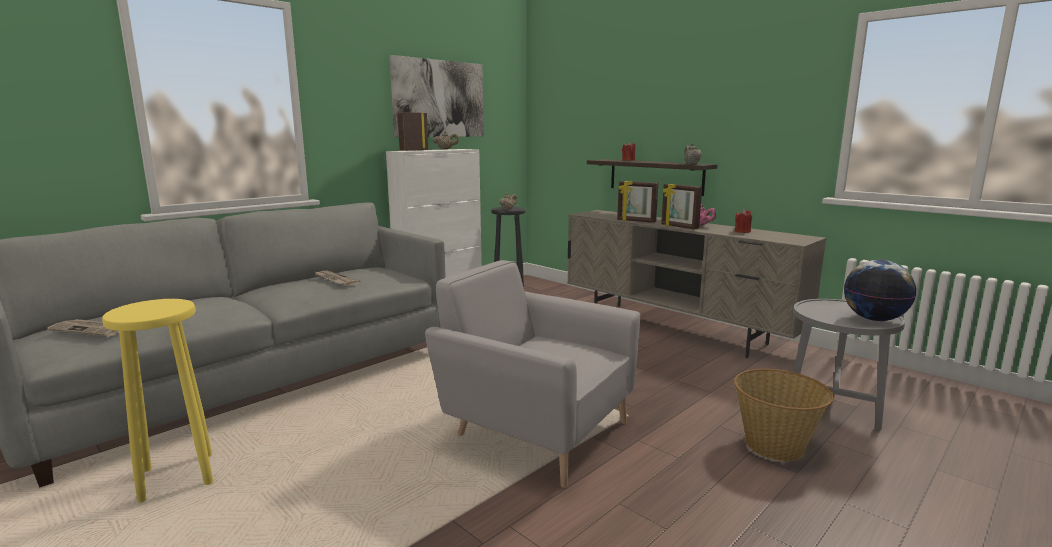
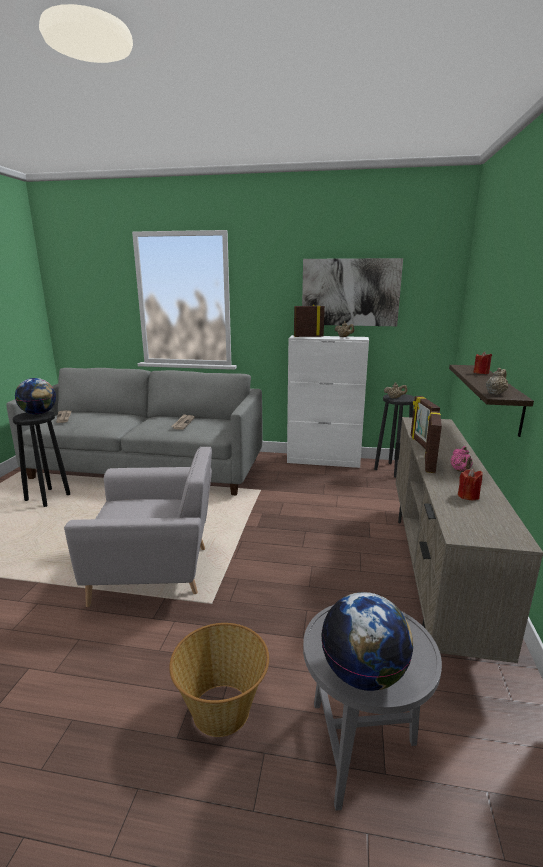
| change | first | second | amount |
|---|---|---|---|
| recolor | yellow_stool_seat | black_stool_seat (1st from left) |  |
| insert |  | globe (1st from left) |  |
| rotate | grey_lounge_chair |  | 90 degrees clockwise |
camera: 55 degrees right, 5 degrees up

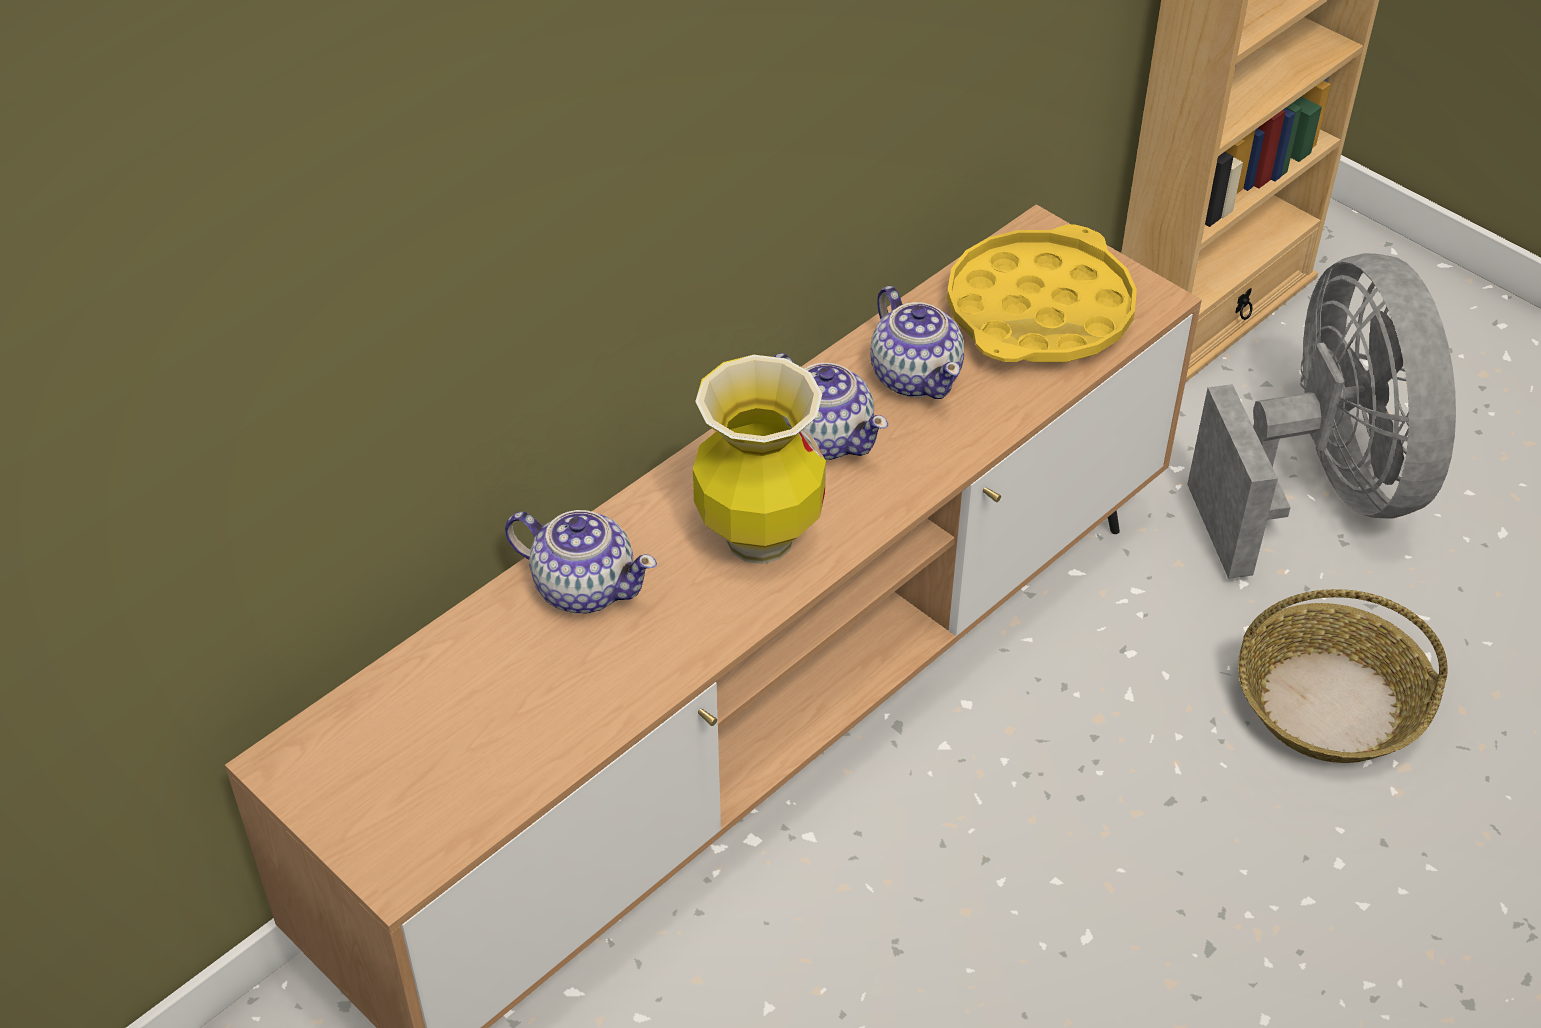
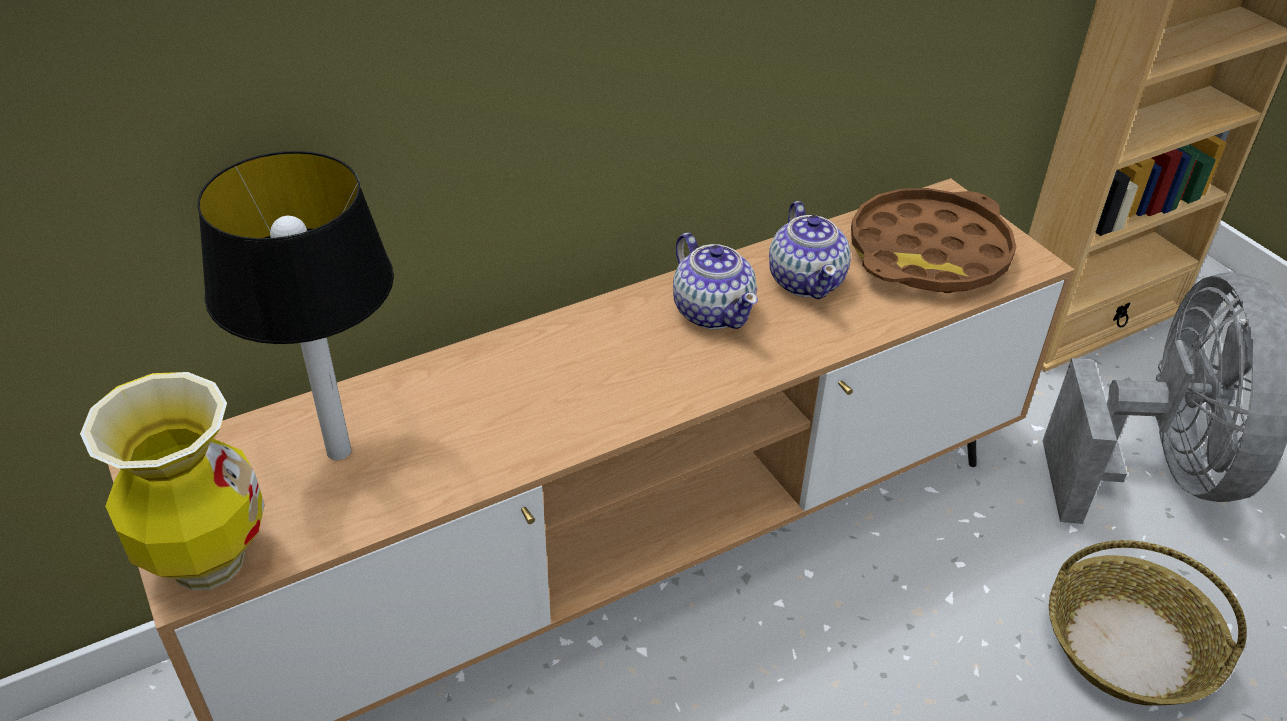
| change | first | second | amount |
|---|---|---|---|
| move | vase |  |  |
| insert |  | lamp_for_a_table |  |
| recolor | yellow_serving_tray | brown-coloured_serving_tray |  |
| delete | tea_pot (1st from left) |  |  |
camera: 15 degrees right, 5 degrees down

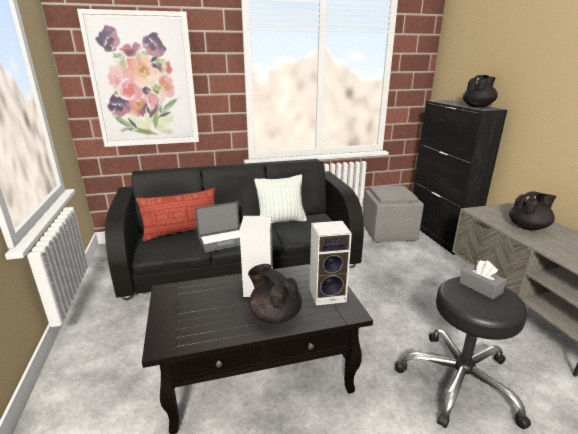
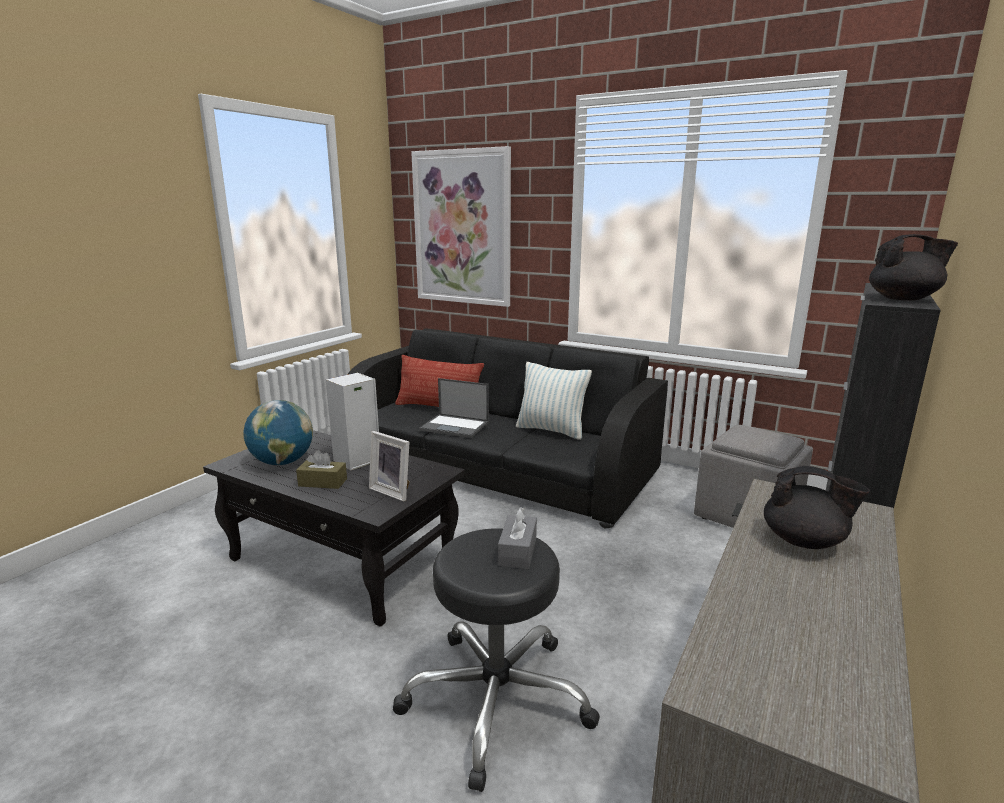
| change | first | second | amount |
|---|---|---|---|
| insert |  | globe |  |
| replace | black_tea_pot (1st from left) | brown-coloured_tissue_holder |  |
| replace | audio_speaker (2nd from left) | photo_frame |  |
camera: 45 degrees right, 5 degrees down

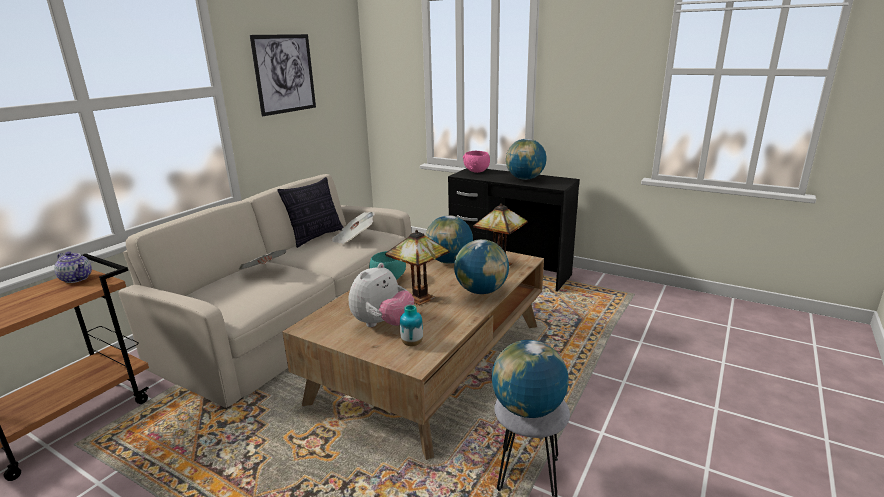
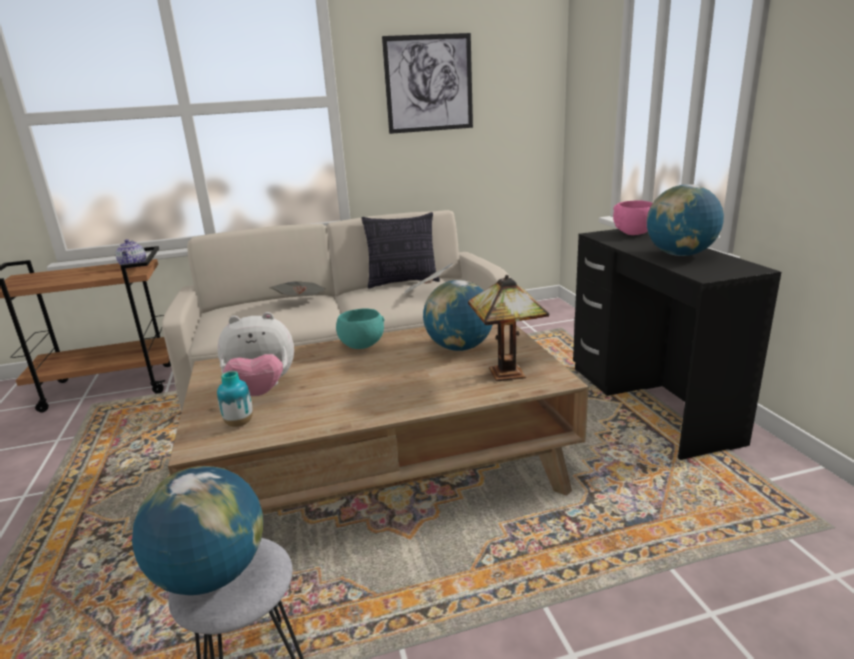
| change | first | second | amount |
|---|---|---|---|
| delete | lamp_for_a_table (1st from left) |  |  |
| delete | globe (2nd from left) |  |  |
camera: 45 degrees right, 0 degrees up

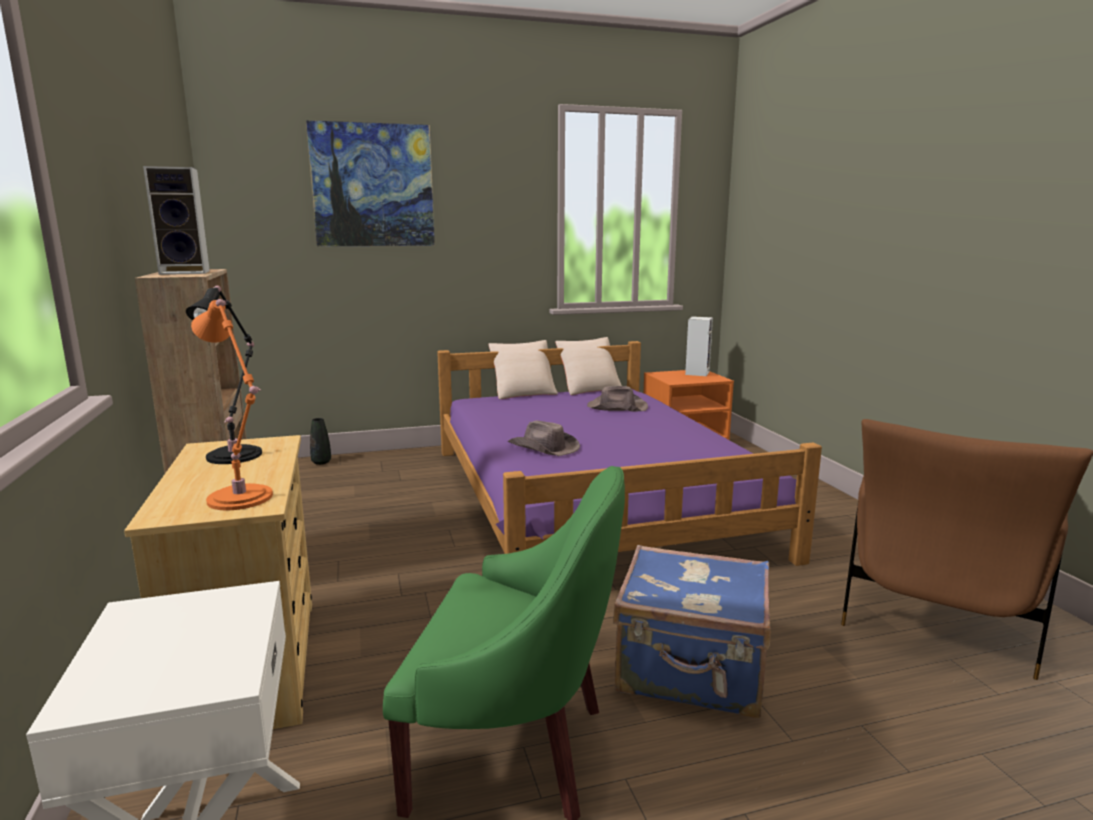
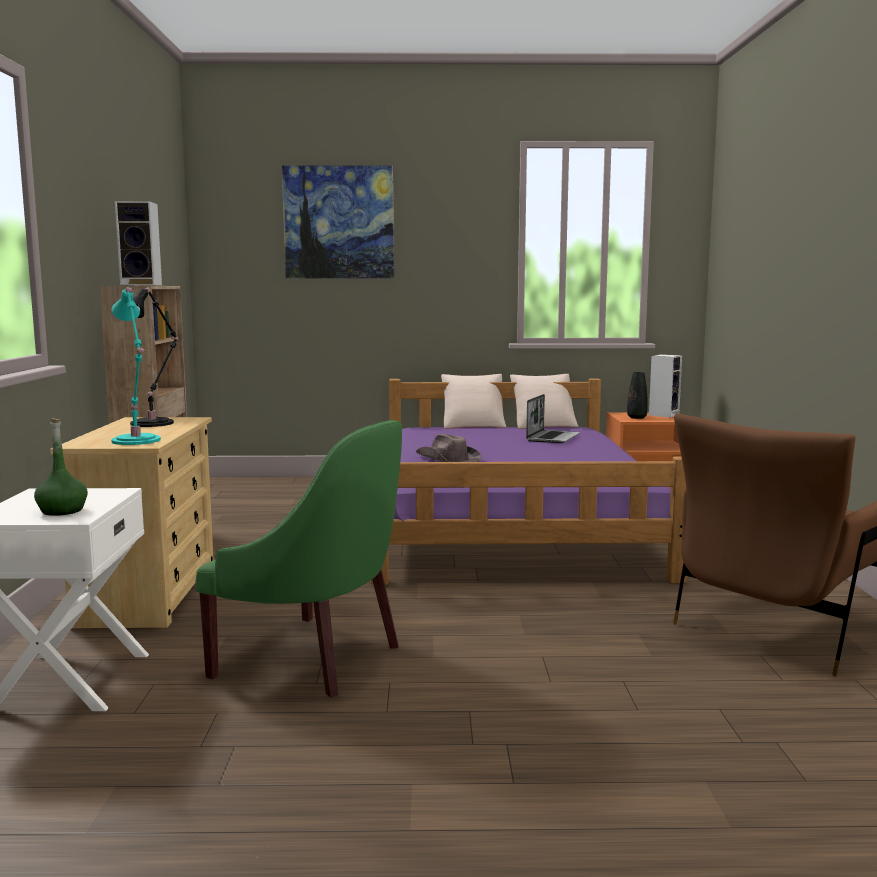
| change | first | second | amount |
|---|---|---|---|
| insert |  | green_drink_bottle |  |
| recolor | orangey_lamp_for_a_table | turquoise_lamp_for_a_table |  |
| replace | brown-coloured_clothing_hat (2nd from left) | portable_computer |  |
| move | black_vase |  |  |
| delete | blue_travel_case |  |  |
camera: 15 degrees right, 5 degrees down

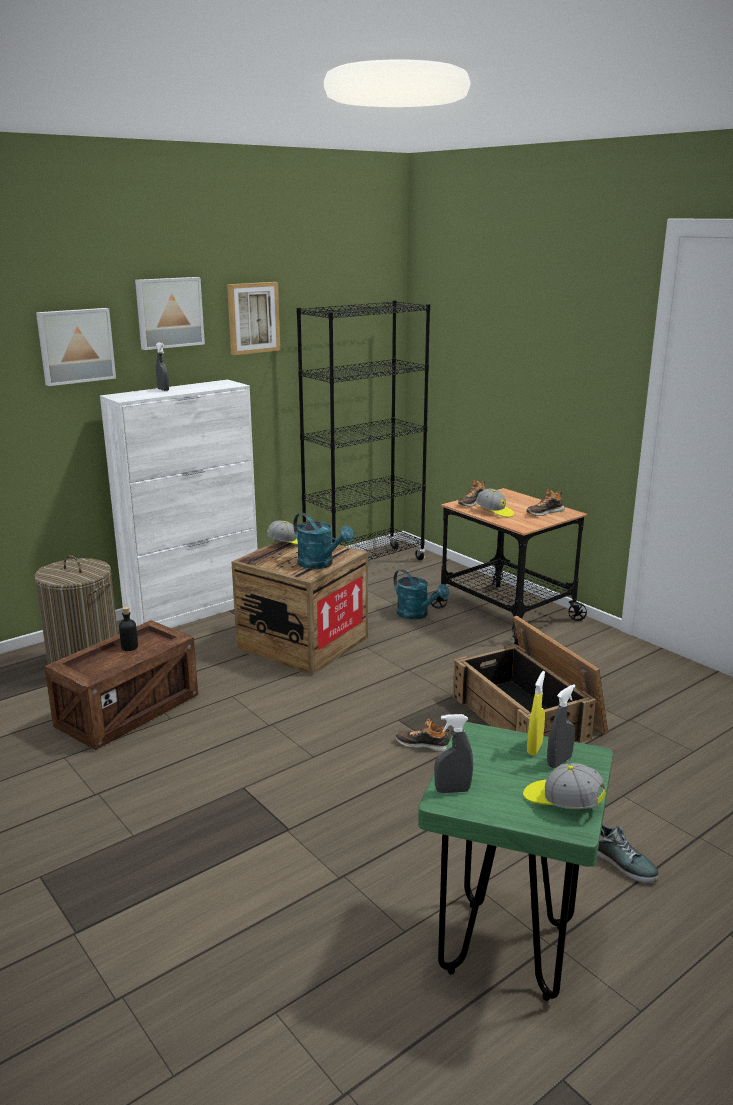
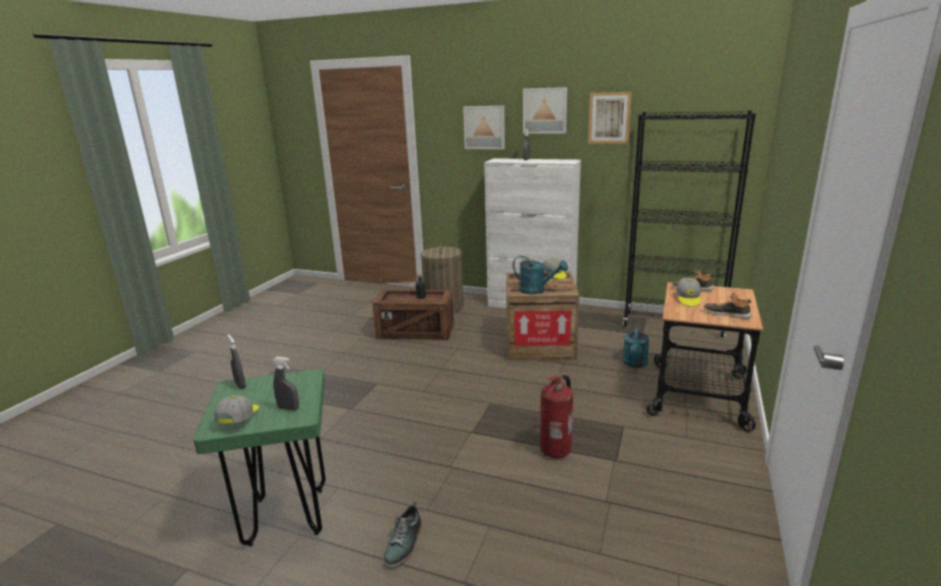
| change | first | second | amount |
|---|---|---|---|
| rotate | turquoise_sprinkling_can (1st from left) |  | 75 degrees counterclockwise |
| replace | packing_crate (3rd from left) | fire_extinguisher |  |
| delete | shoe (1st from left) |  |  |
| delete | yellow_sprayer |  |  |
camera: 60 degrees right, 0 degrees up

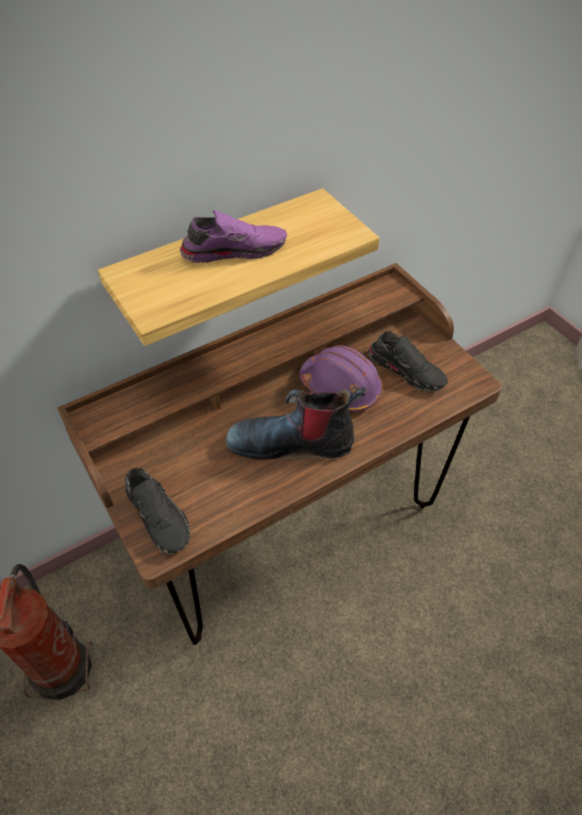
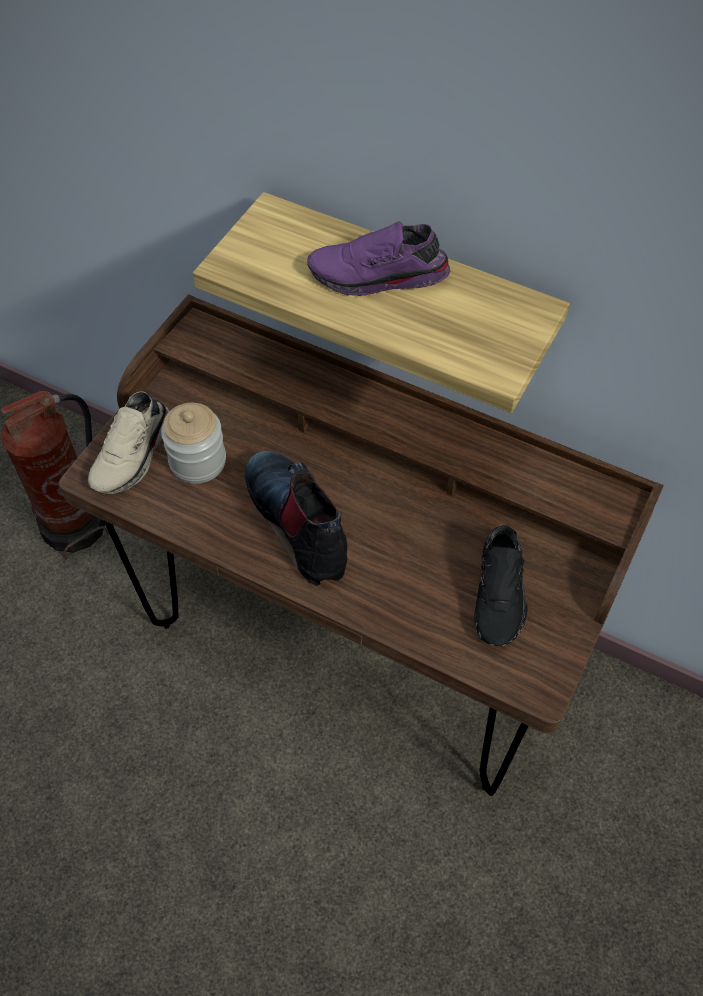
| change | first | second | amount |
|---|---|---|---|
| recolor | black_shoe (1st from left) | beige_shoe |  |
| insert |  | preserve_jar |  |
| rotate | purple-coloured_shoe |  | 135 degrees clockwise |
| delete | purple-coloured_hard_hat |  |  |
camera: 60 degrees right, 5 degrees up

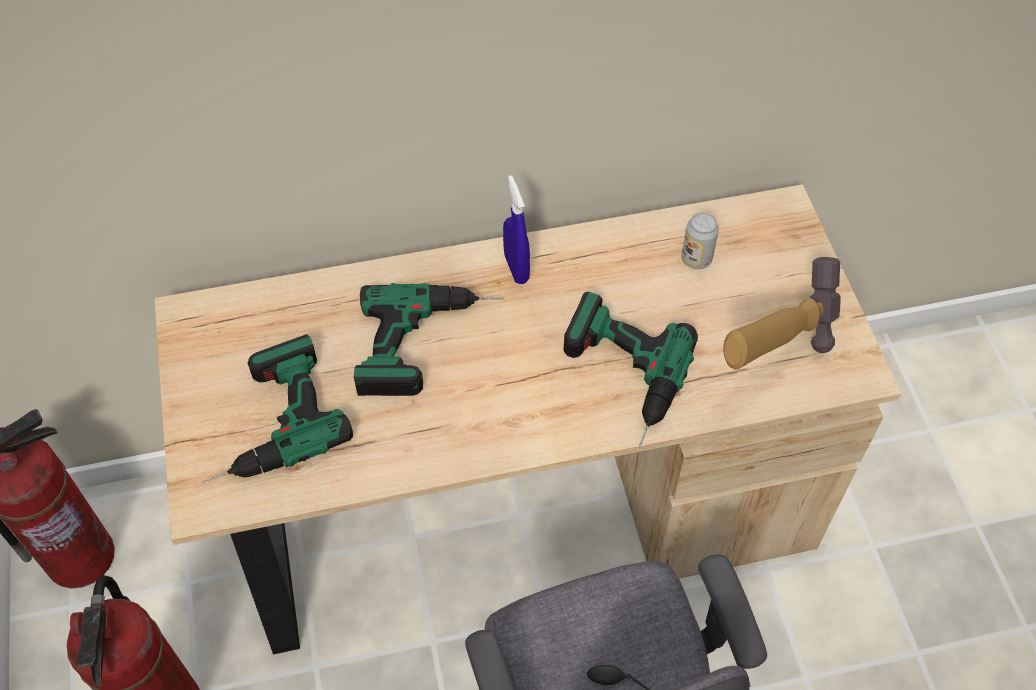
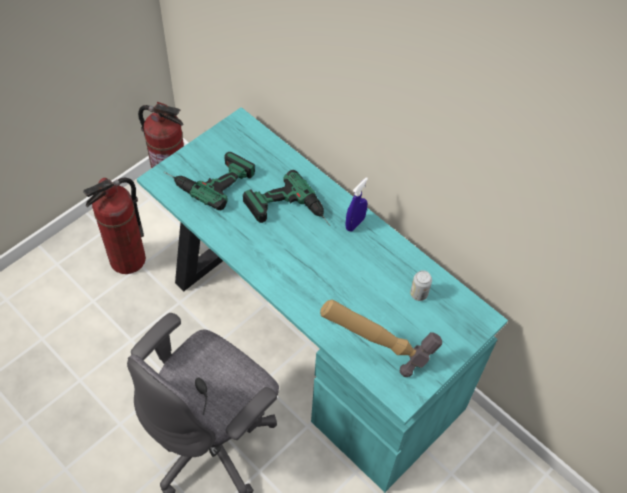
| change | first | second | amount |
|---|---|---|---|
| recolor | beige_desk_unit | turquoise_desk_unit |  |
| delete | drill (3rd from left) |  |  |
camera: 55 degrees right, 0 degrees up

